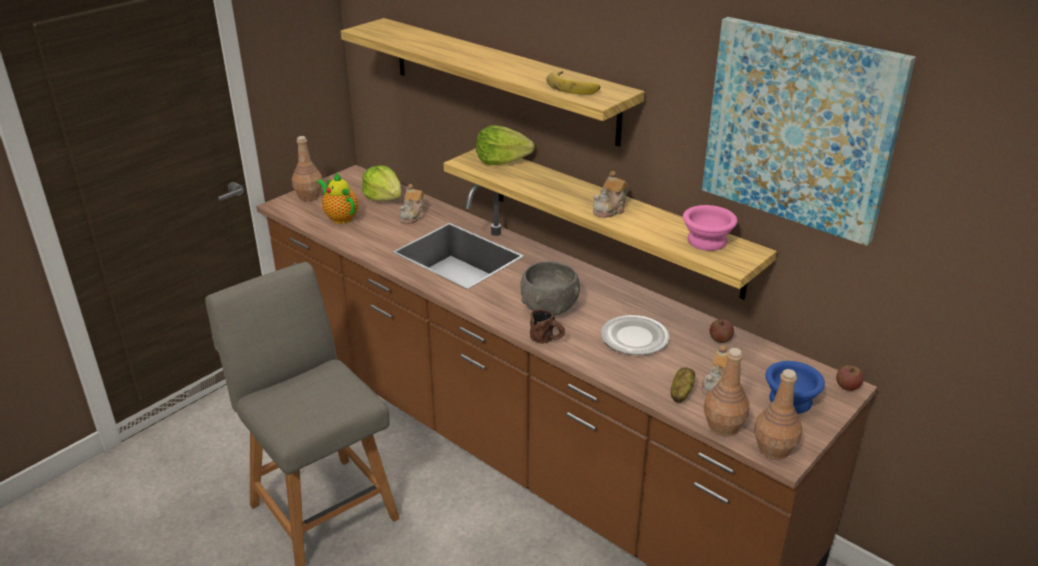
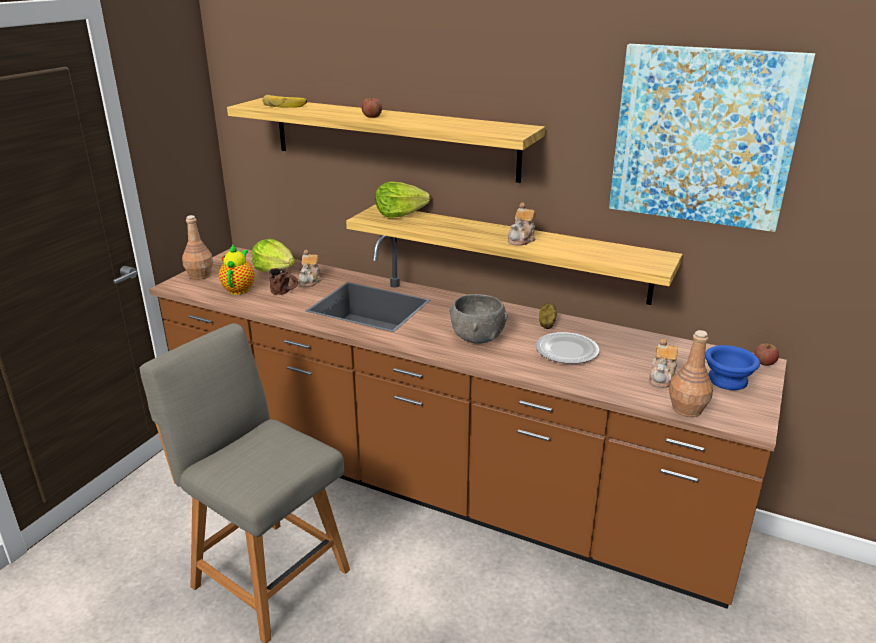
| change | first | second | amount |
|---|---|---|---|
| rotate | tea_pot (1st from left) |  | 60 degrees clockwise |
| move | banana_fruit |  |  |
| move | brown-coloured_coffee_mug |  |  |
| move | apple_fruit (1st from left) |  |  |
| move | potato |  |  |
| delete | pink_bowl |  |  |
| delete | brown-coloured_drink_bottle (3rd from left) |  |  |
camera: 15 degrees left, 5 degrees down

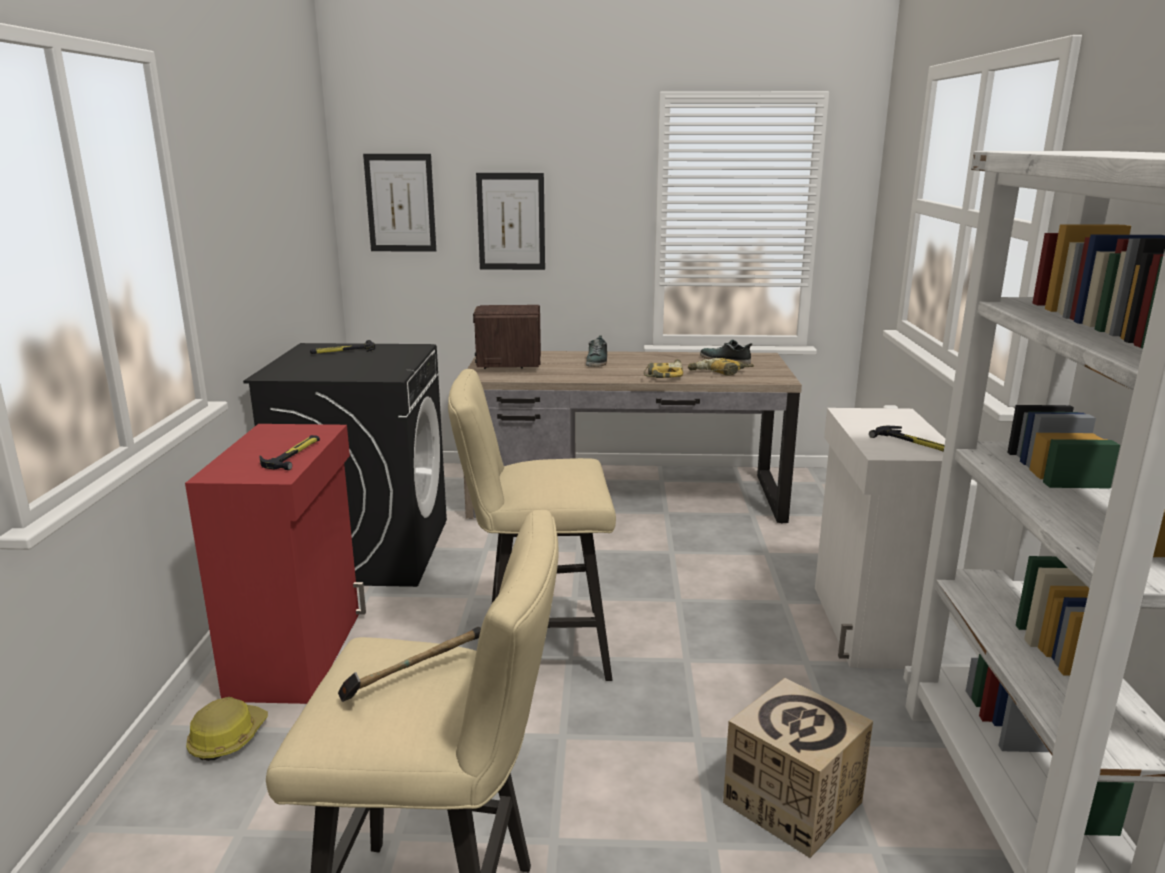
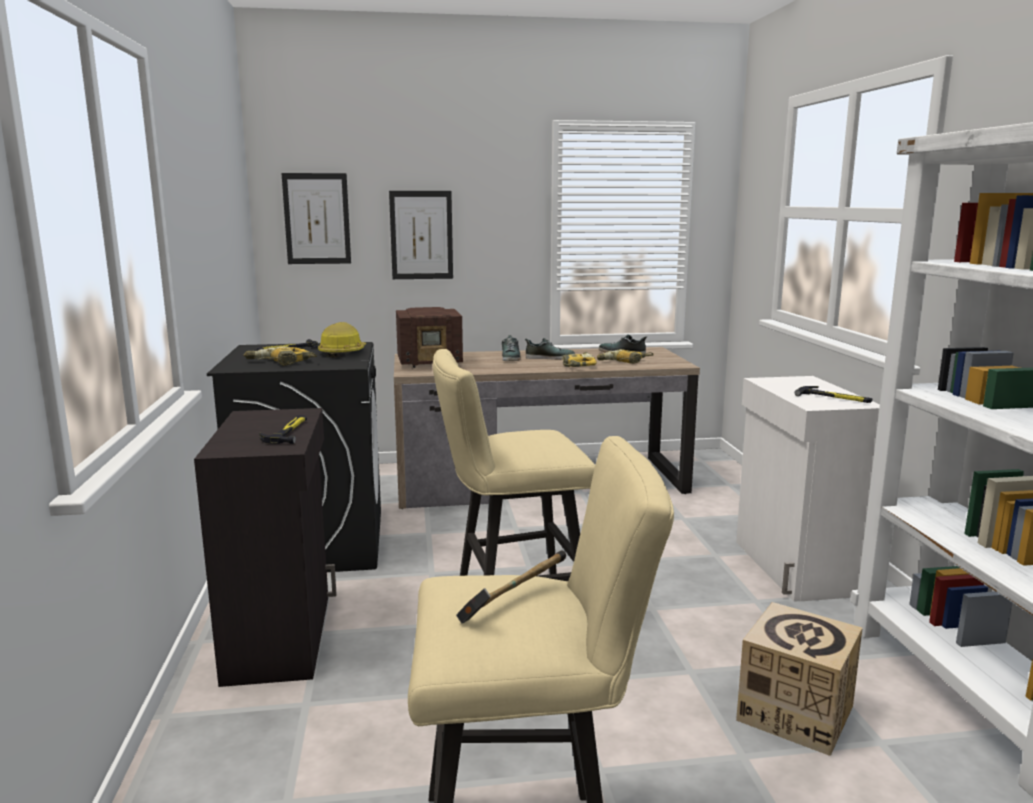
| change | first | second | amount |
|---|---|---|---|
| recolor | reddish_cupboard | black_cupboard |  |
| insert |  | drill (1st from left) |  |
| move | hard_hat |  |  |
| rotate | radio_set |  | 90 degrees counterclockwise |
| insert |  | shoe (2nd from left) |  |
camera: 10 degrees left, 5 degrees down

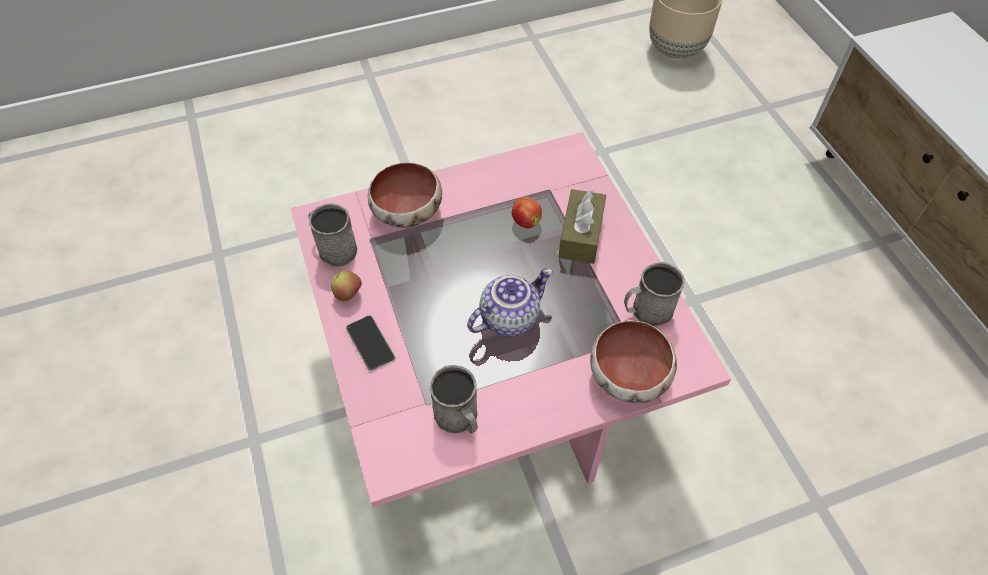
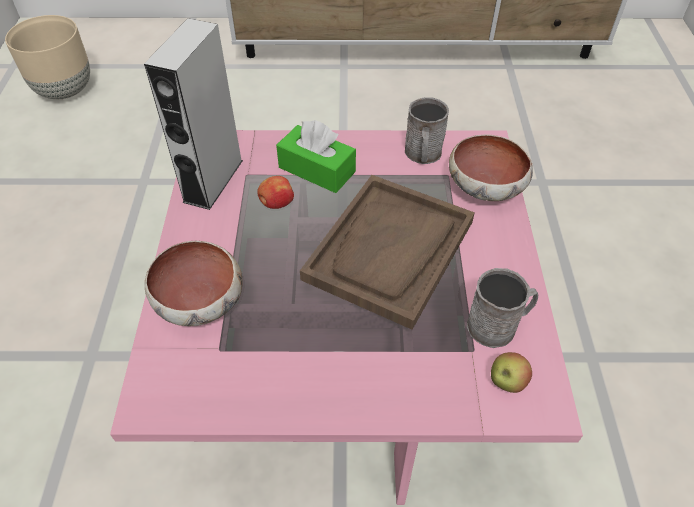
| change | first | second | amount |
|---|---|---|---|
| insert |  | grey_audio_speaker |  |
| recolor | brown-coloured_tissue_holder | green_tissue_holder |  |
| replace | tea_pot | brown-coloured_serving_tray |  |
| move | apple_fruit (1st from left in the first image) | apple_fruit (2nd from left) |  |
| delete | grey_coffee_mug (1st from left) |  |  |
| delete | telephone |  |  |
camera: 70 degrees left, 5 degrees down

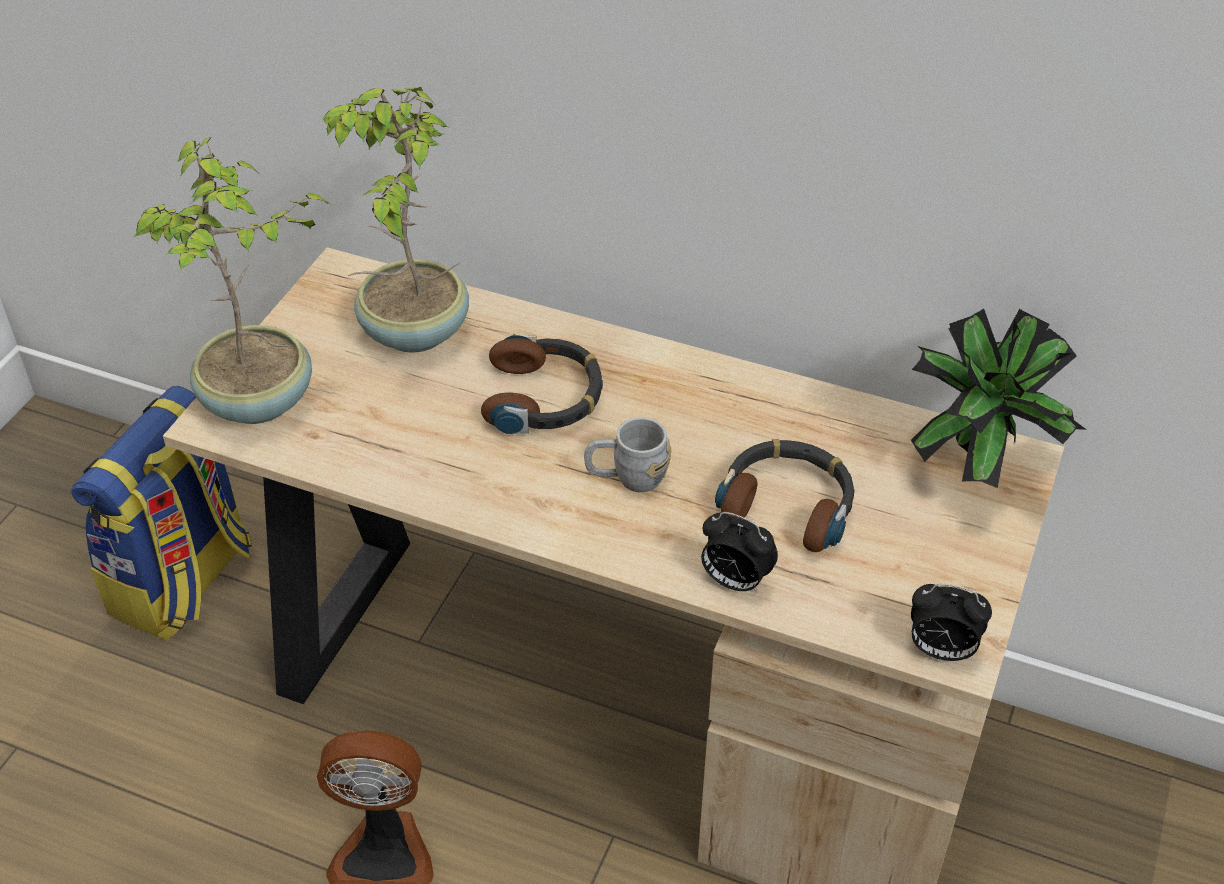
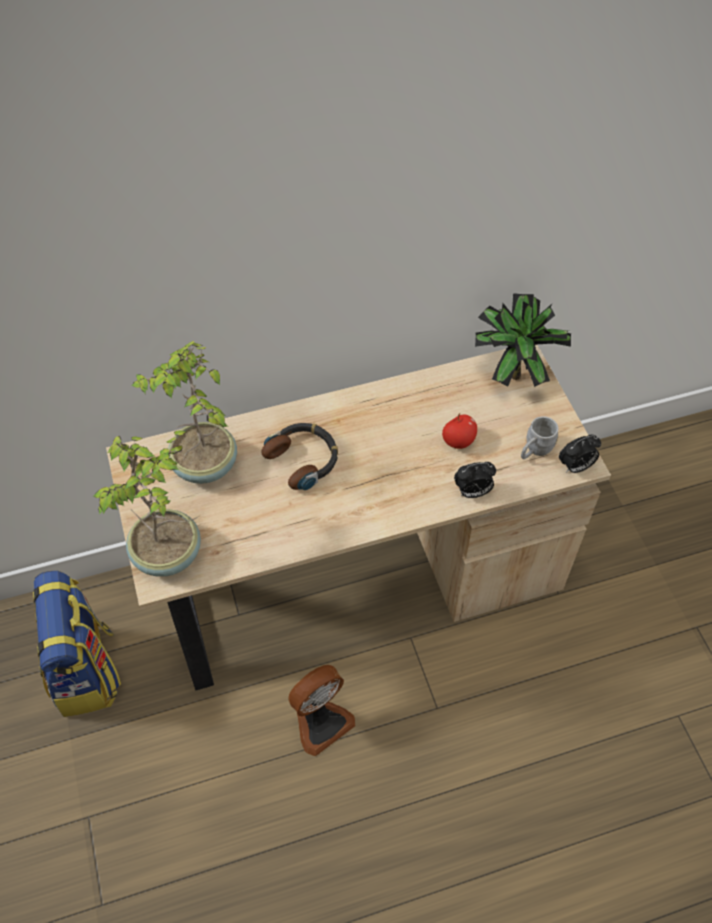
| change | first | second | amount |
|---|---|---|---|
| replace | headset (2nd from left) | apple_fruit |  |
| move | grey_coffee_mug |  |  |
camera: 40 degrees left, 10 degrees up

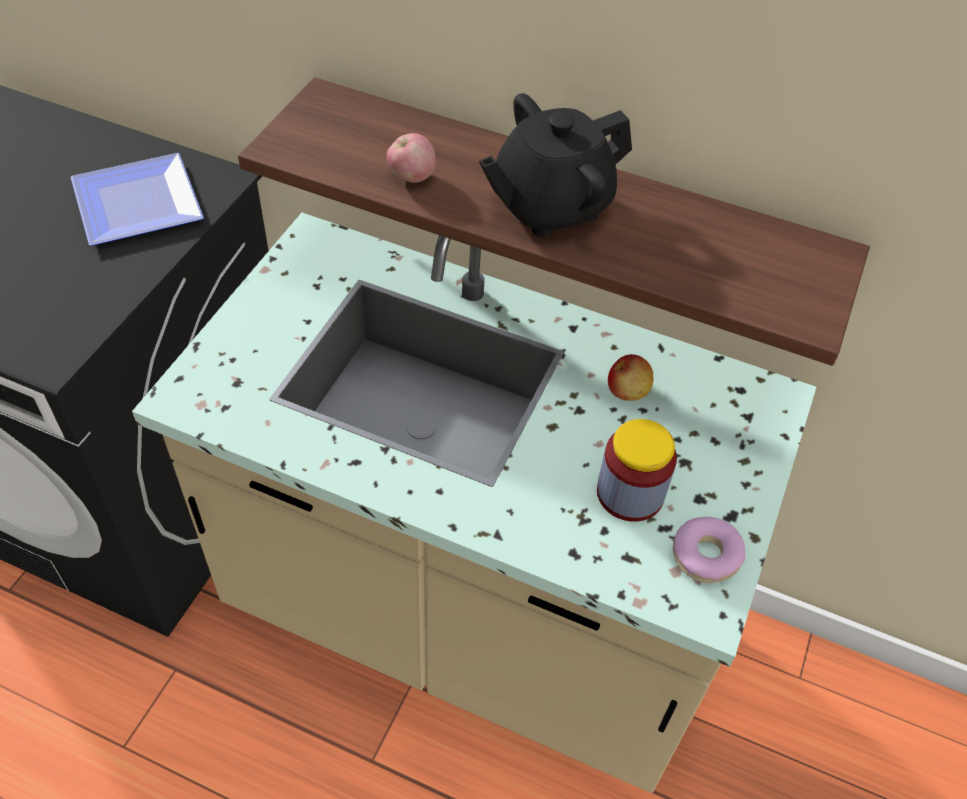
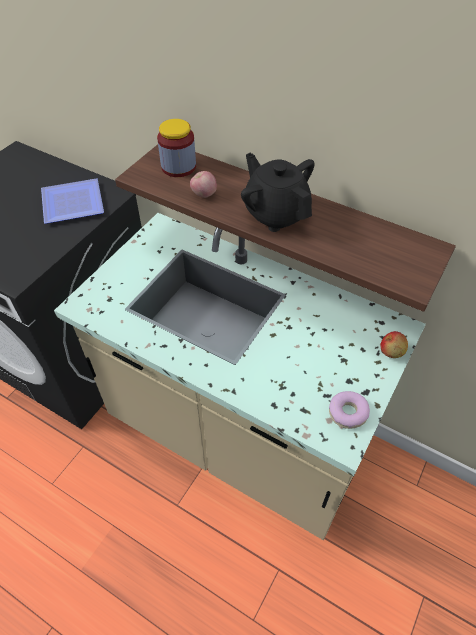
| change | first | second | amount |
|---|---|---|---|
| move | preserve_jar |  |  |
| rotate | black_tea_pot |  | 75 degrees clockwise |
| move | apple_fruit (2nd from left) |  |  |
camera: 10 degrees right, 0 degrees up

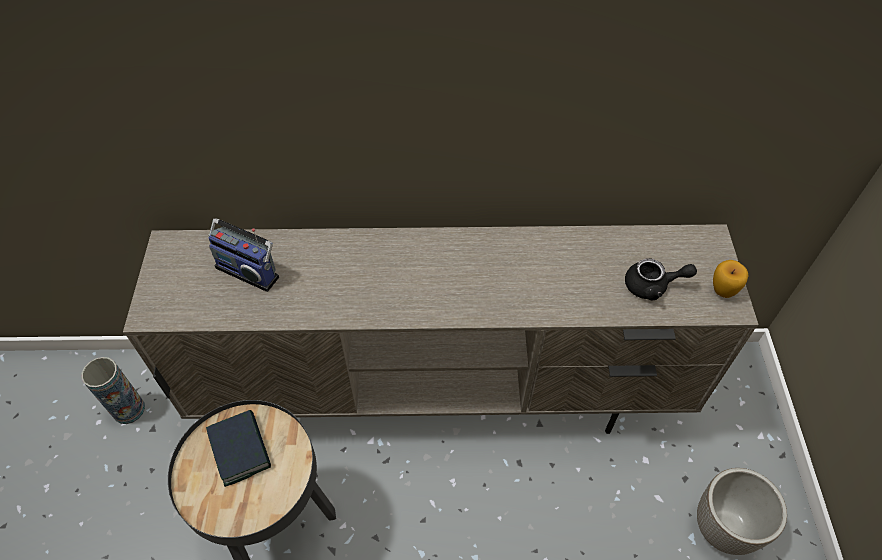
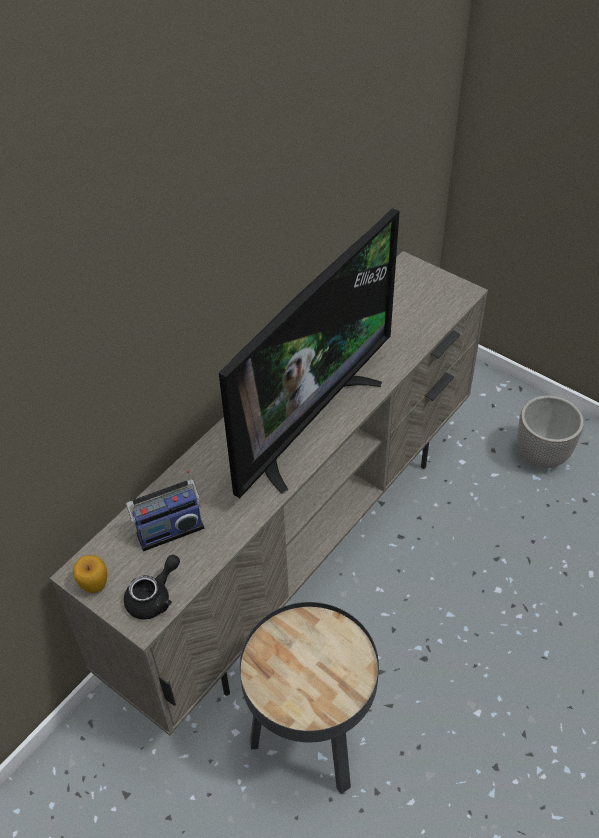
| change | first | second | amount |
|---|---|---|---|
| move | apple_fruit |  |  |
| move | black_tea_pot |  |  |
| insert |  | TV_set |  |
| delete | vase |  |  |
| delete | book |  |  |
camera: 50 degrees left, 5 degrees down

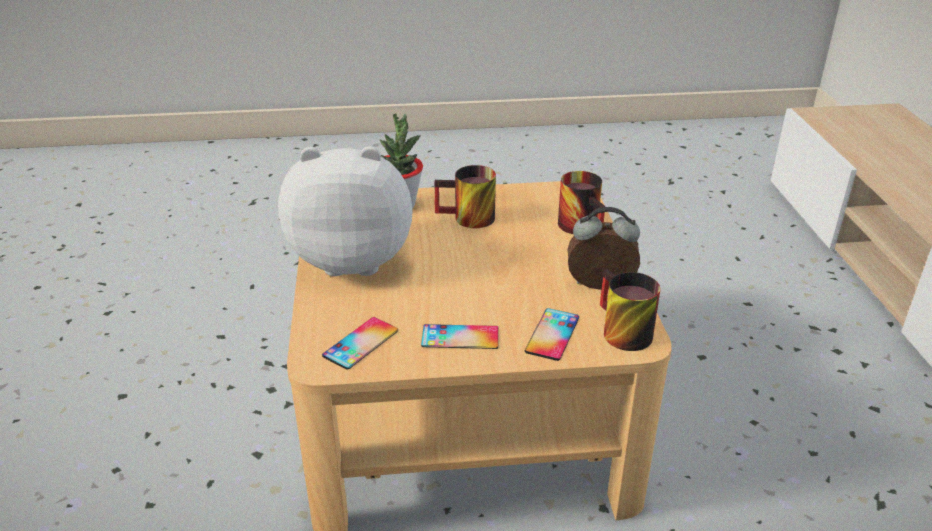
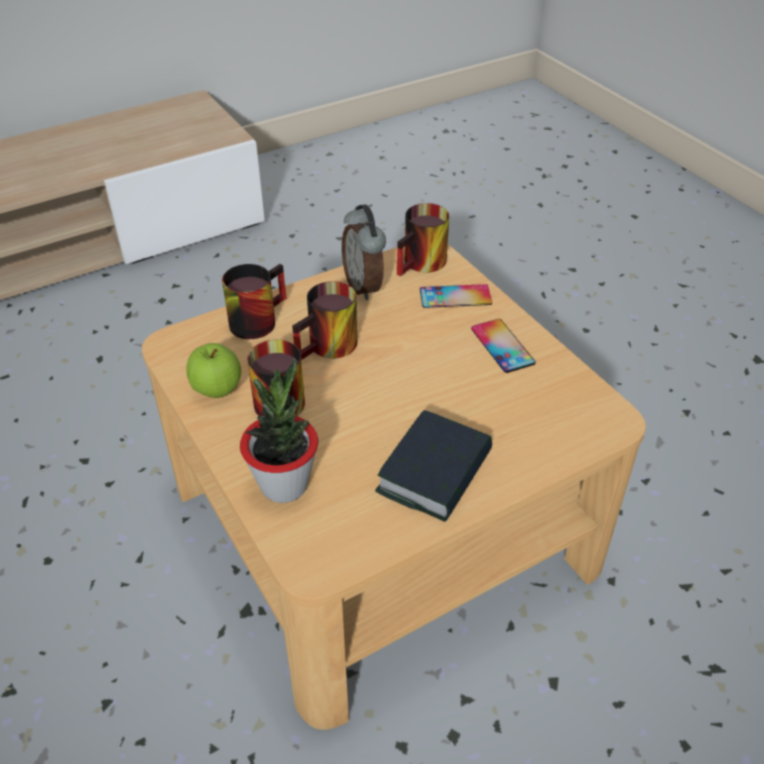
| change | first | second | amount |
|---|---|---|---|
| insert |  | apple_fruit |  |
| insert |  | coffee_mug (3rd from left) |  |
| replace | plush_toy | book |  |
| delete | telephone (1st from left) |  |  |
camera: 115 degrees left, 10 degrees up

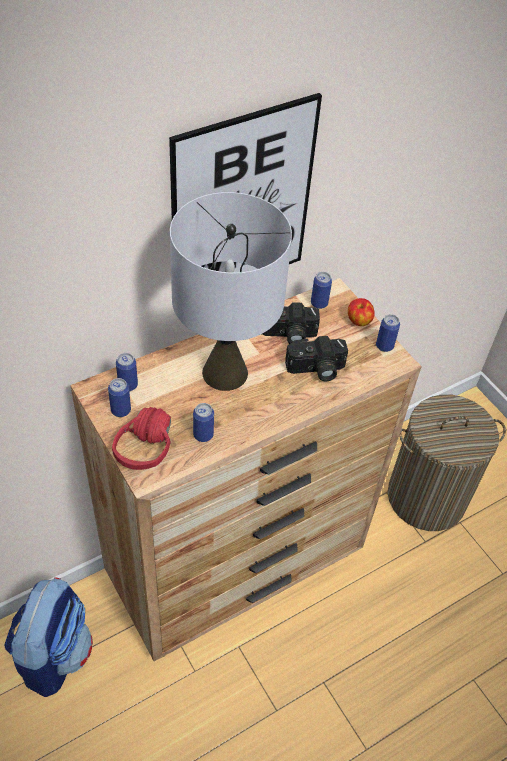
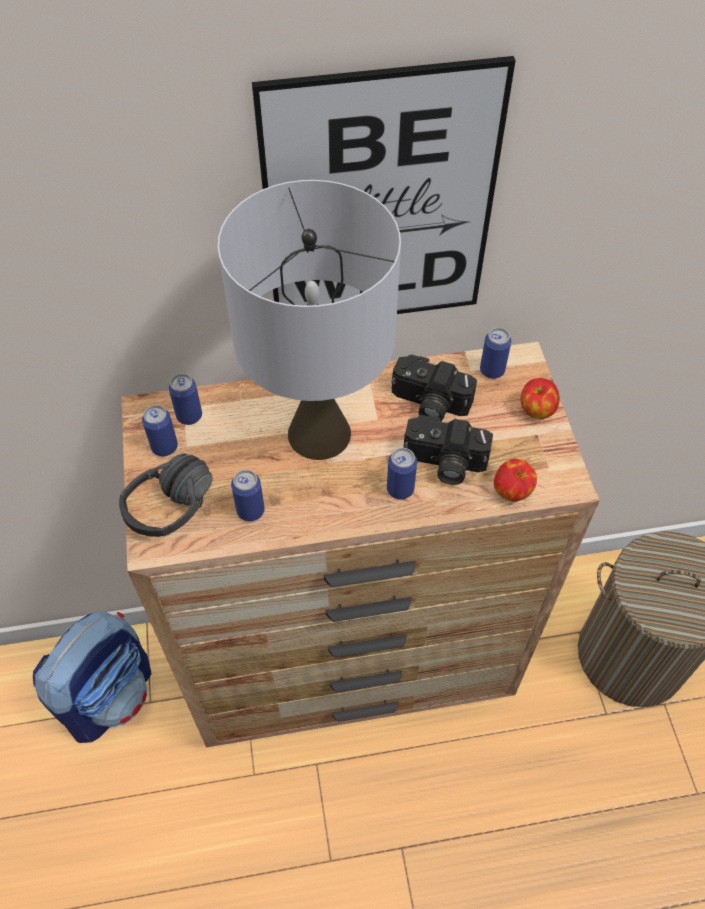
| change | first | second | amount |
|---|---|---|---|
| recolor | reddish_headset | black_headset |  |
| move | can (5th from left in the first image) | can (4th from left) |  |
| insert |  | apple_fruit (1st from left) |  |
camera: 25 degrees right, 5 degrees up

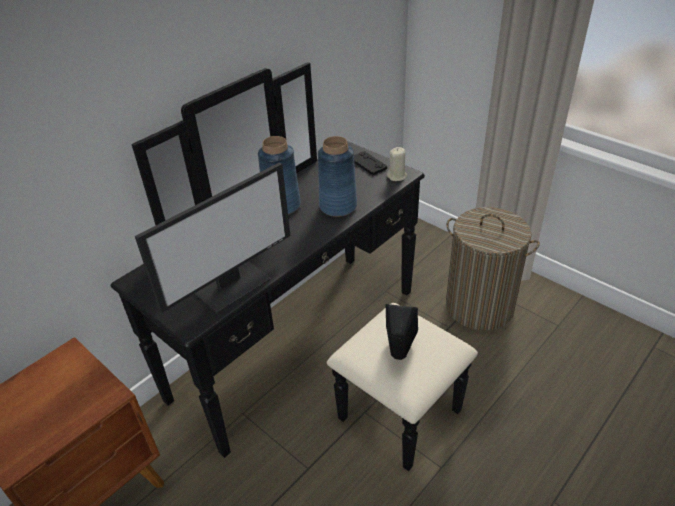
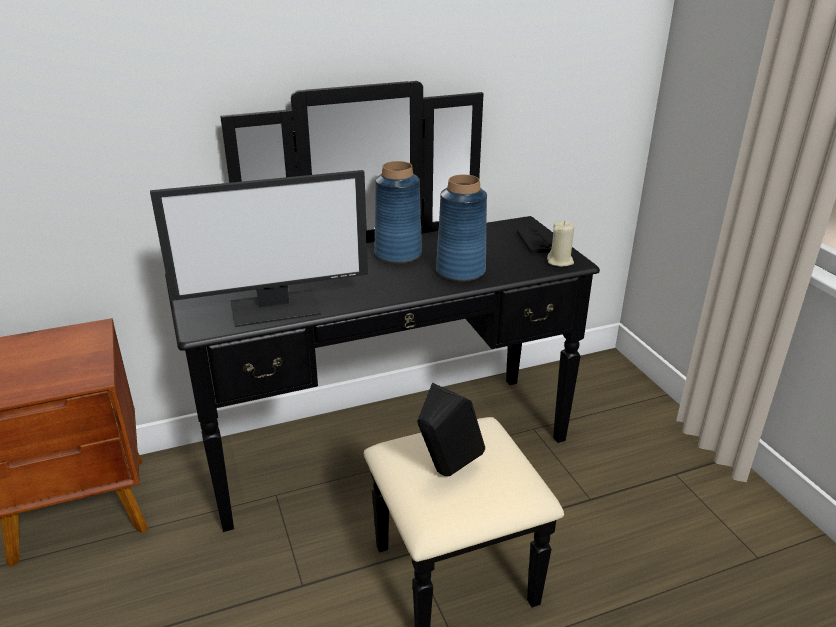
| change | first | second | amount |
|---|---|---|---|
| delete | hamper |  |  |
camera: 25 degrees right, 10 degrees down

